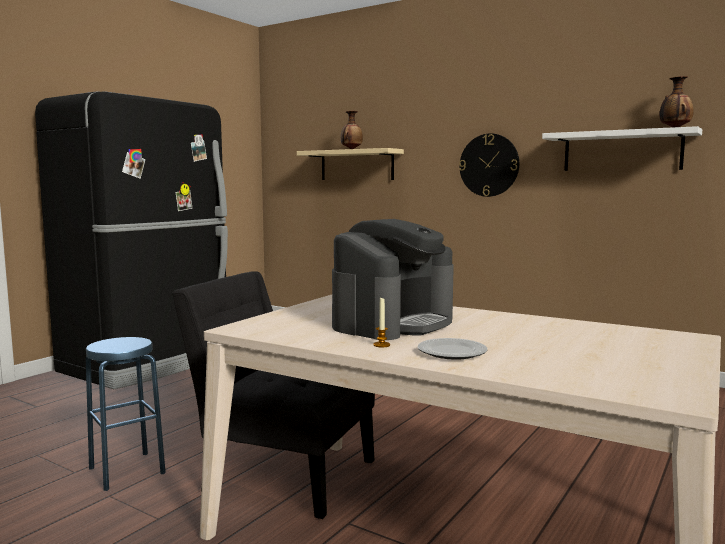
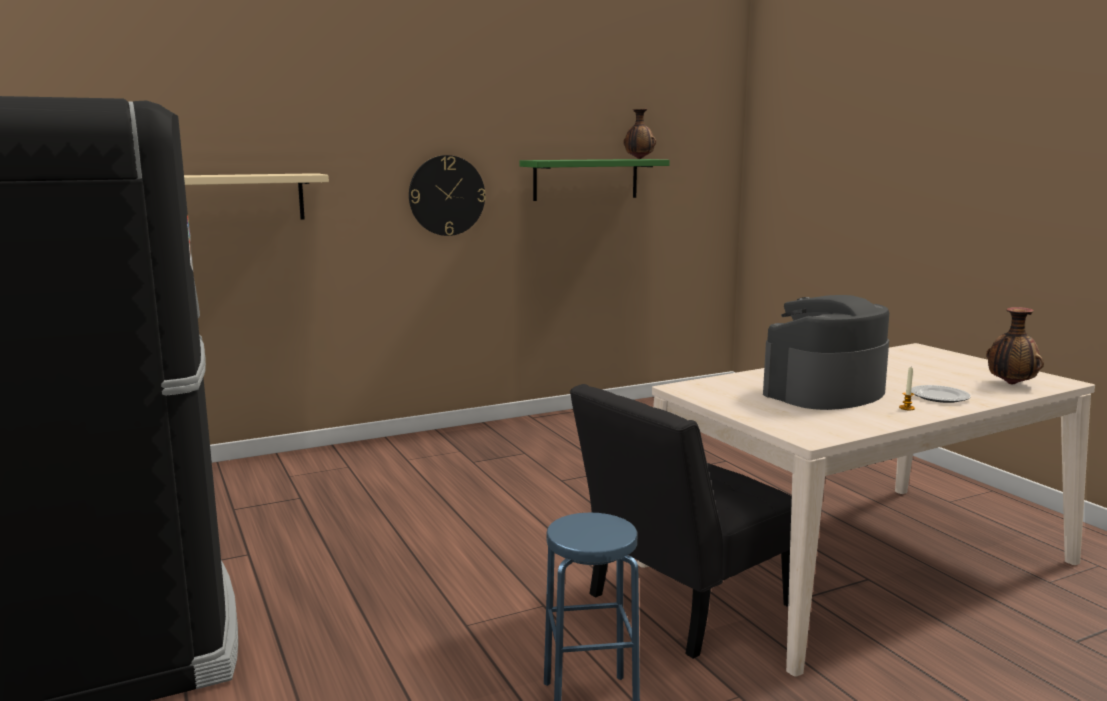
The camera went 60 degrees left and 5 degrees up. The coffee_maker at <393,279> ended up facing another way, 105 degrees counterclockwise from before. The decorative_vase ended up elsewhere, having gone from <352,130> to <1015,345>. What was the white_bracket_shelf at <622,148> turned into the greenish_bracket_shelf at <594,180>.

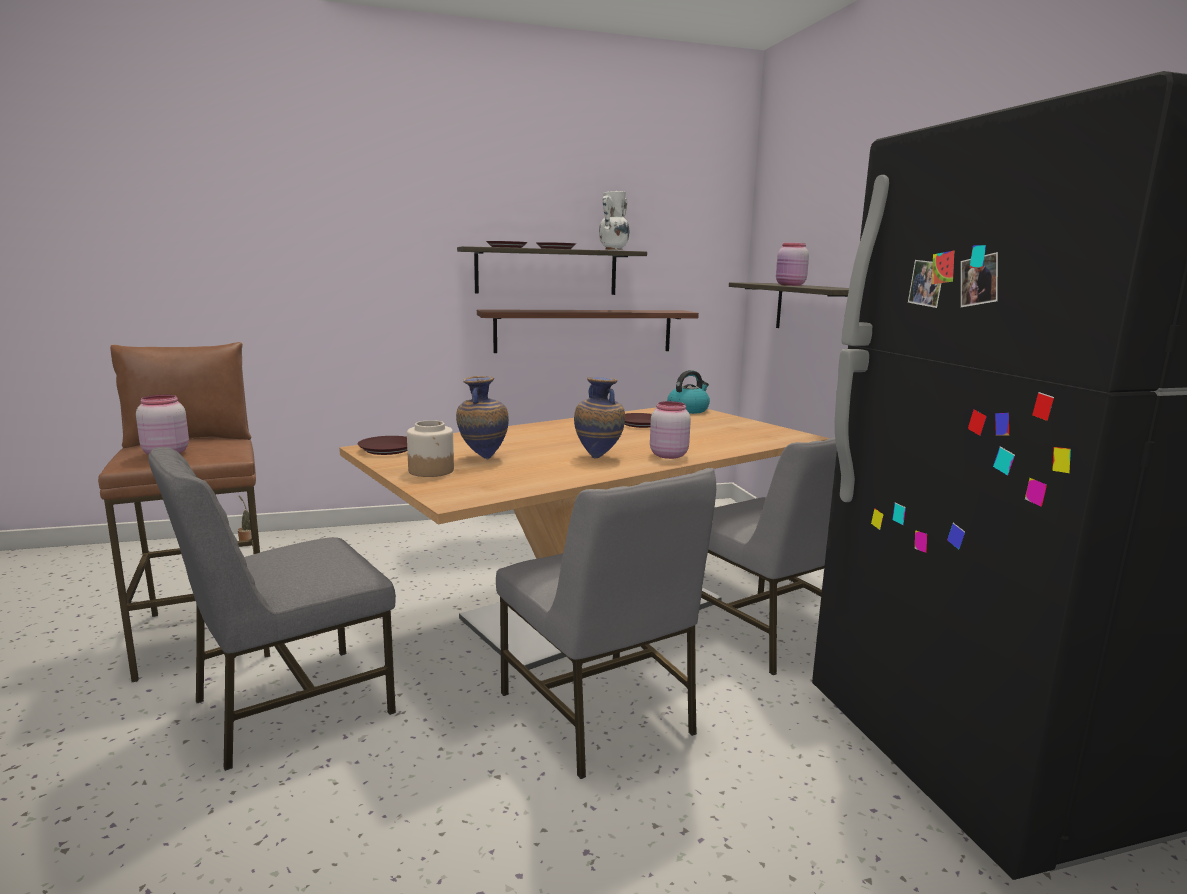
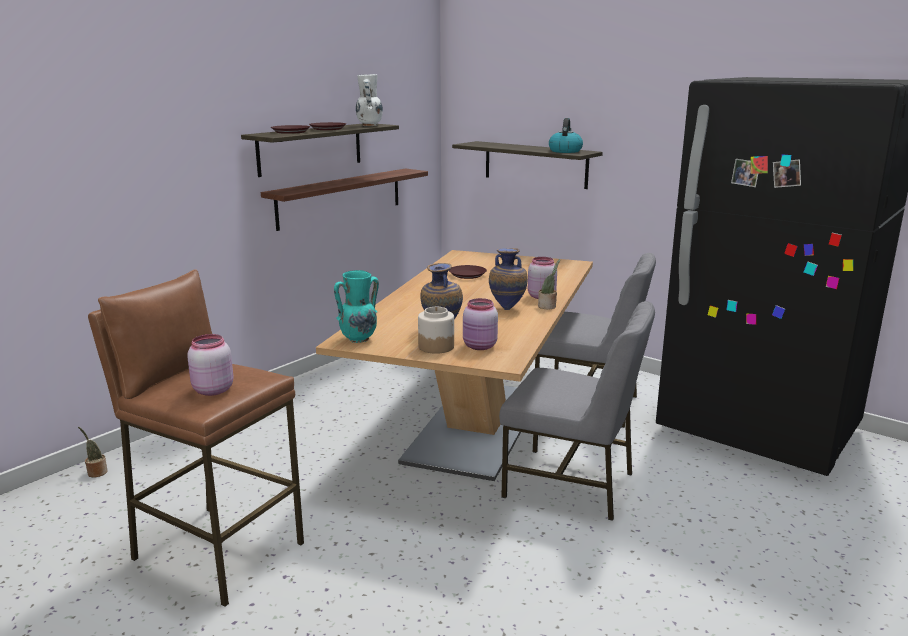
The camera went 35 degrees left and 5 degrees up. The second view lost the grey_plain_chair at <272,609>. Where the brown_plate stood at <382,445>, the turquoise-coloured_decorative_vase came to stand at <356,306>. The tea_kettle ended up elsewhere, having gone from <688,392> to <566,135>. The pink_preserve_jar ended up elsewhere, having gone from <792,264> to <480,324>. The second view gained the houseplant at <549,284>.

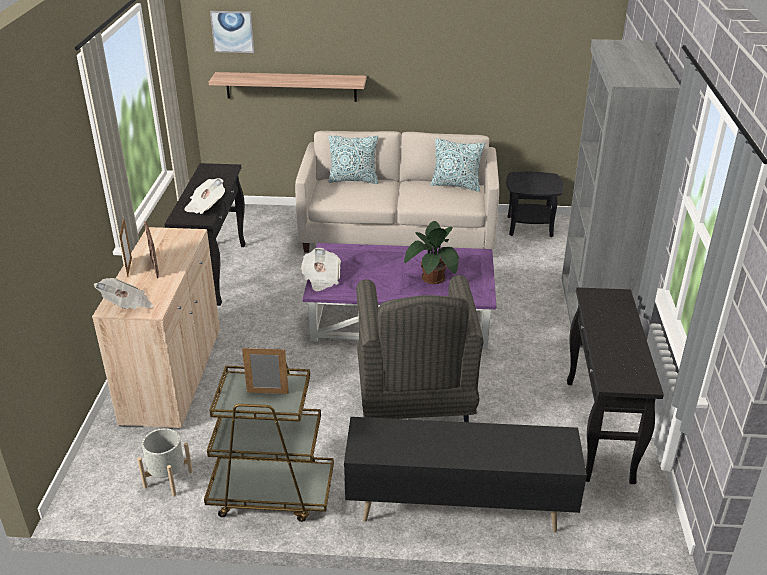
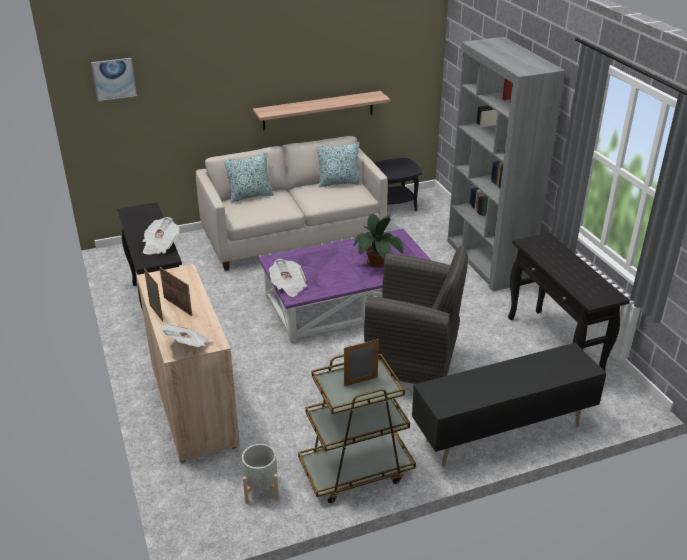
The camera went 25 degrees left and 0 degrees up. The bracket_shelf ended up elsewhere, having gone from <288,87> to <321,111>. The grey_easy_chair at <419,348> ended up facing another way, 45 degrees counterclockwise from before.

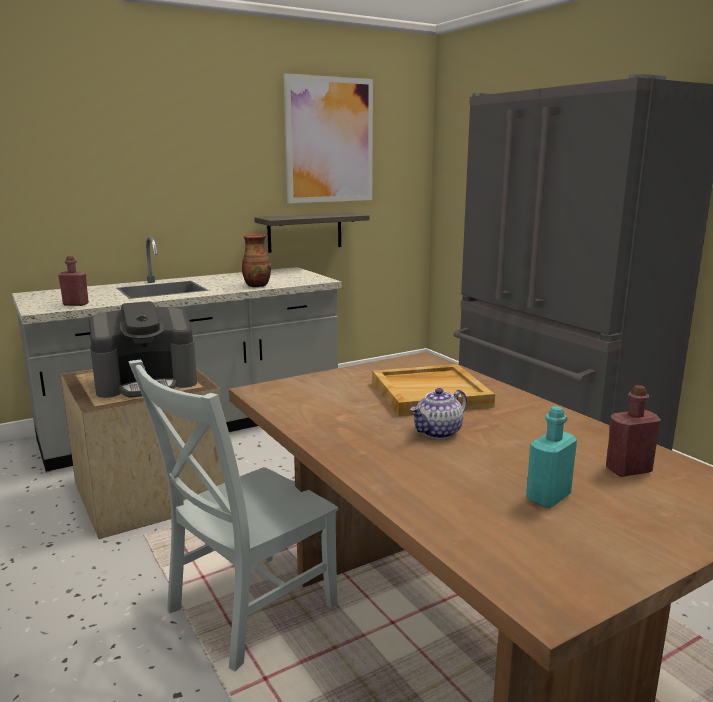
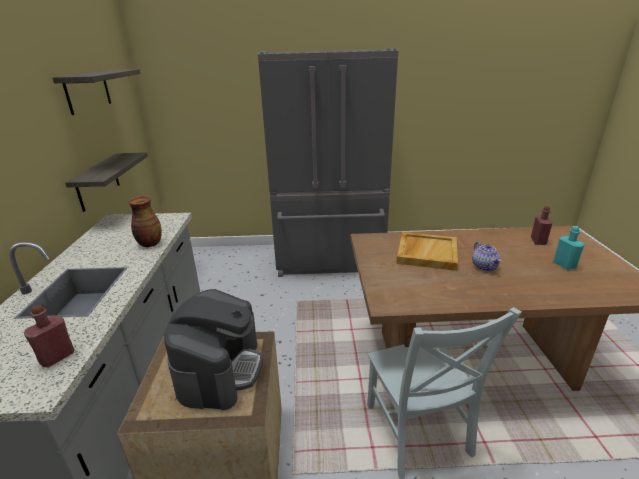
The camera went 60 degrees left and 10 degrees up. Where the wall_picture hung at <328,138>, the bracket_shelf came to hang at <96,92>.

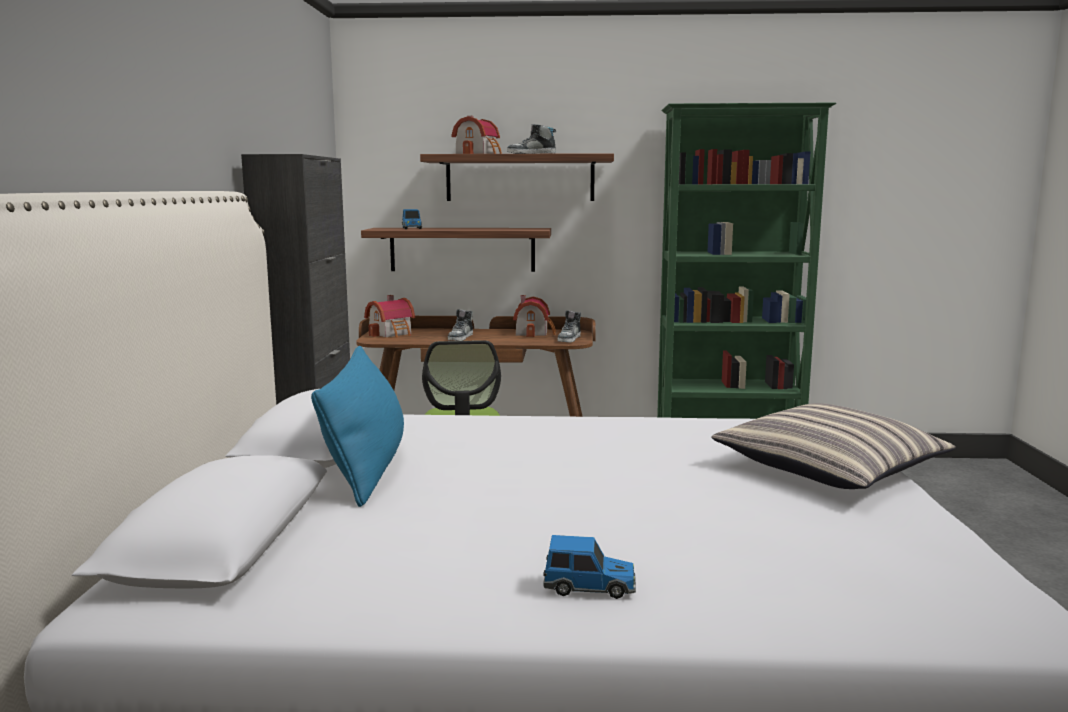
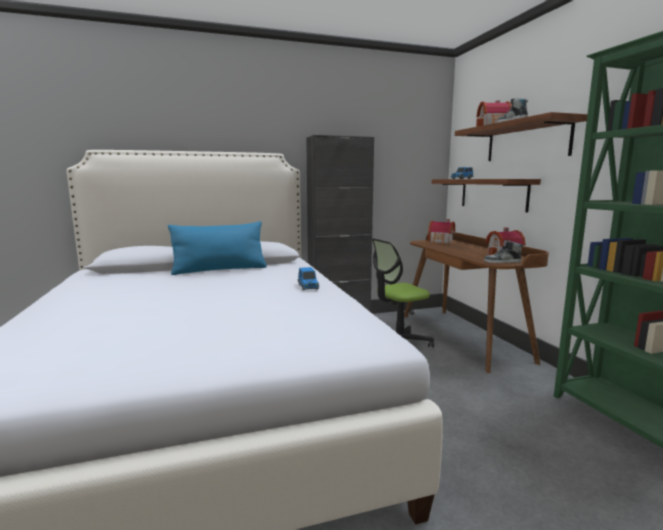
The camera went 70 degrees right and 0 degrees up. The second view lost the shoe at <460,325>. The toy_car ended up elsewhere, having gone from <589,567> to <308,278>. The second view lost the pillow at <833,446>.

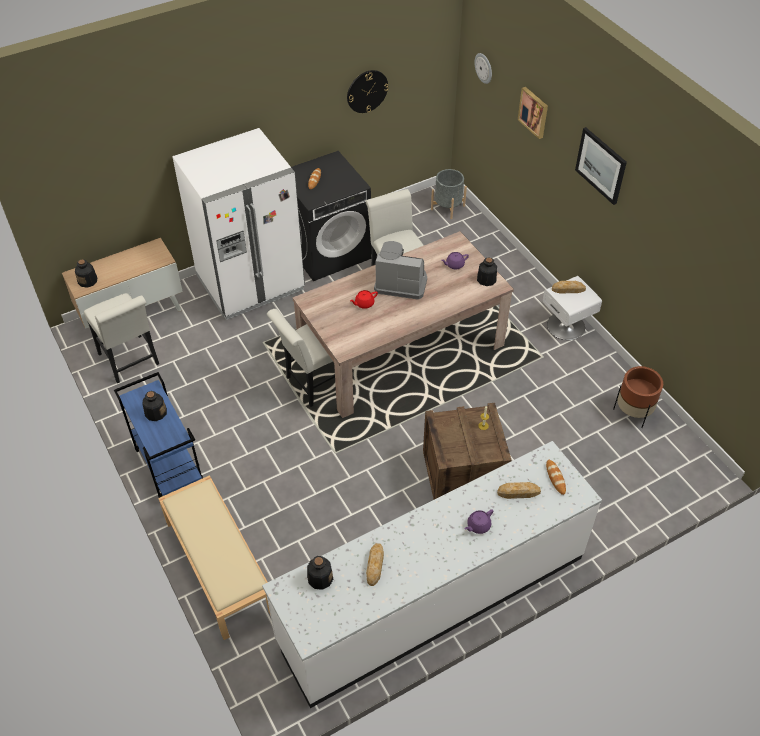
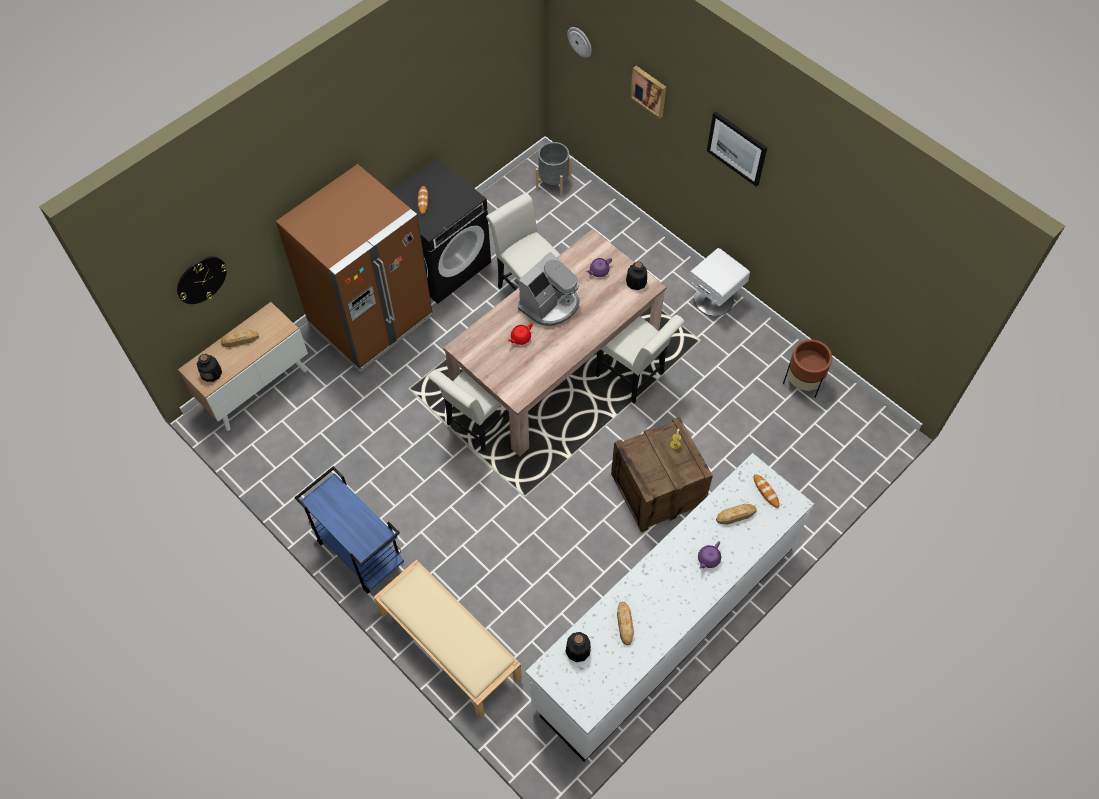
The camera went 15 degrees left and 10 degrees up. The white_plain_chair ended up elsewhere, having gone from <121,338> to <640,359>. The second view lost the drink_bottle at <155,406>. What was the white_kitchen_fridge at <238,224> turned into the brown_kitchen_fridge at <354,268>. The hanging_clock ended up elsewhere, having gone from <368,91> to <202,280>. The coffee_maker at <400,270> ended up facing another way, 135 degrees clockwise from before. The bakery_bread ended up elsewhere, having gone from <569,287> to <240,338>.

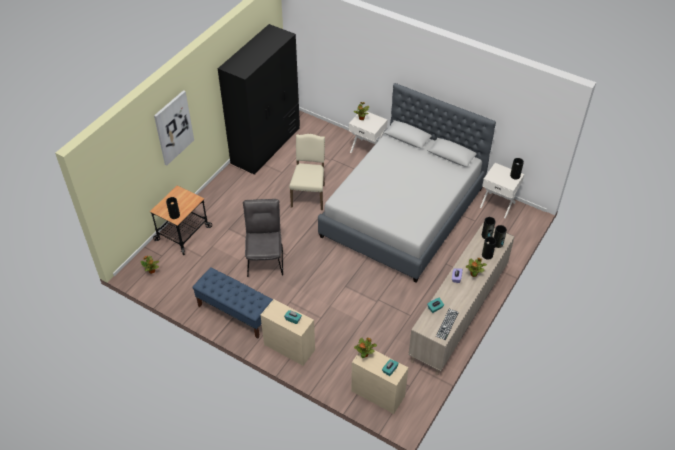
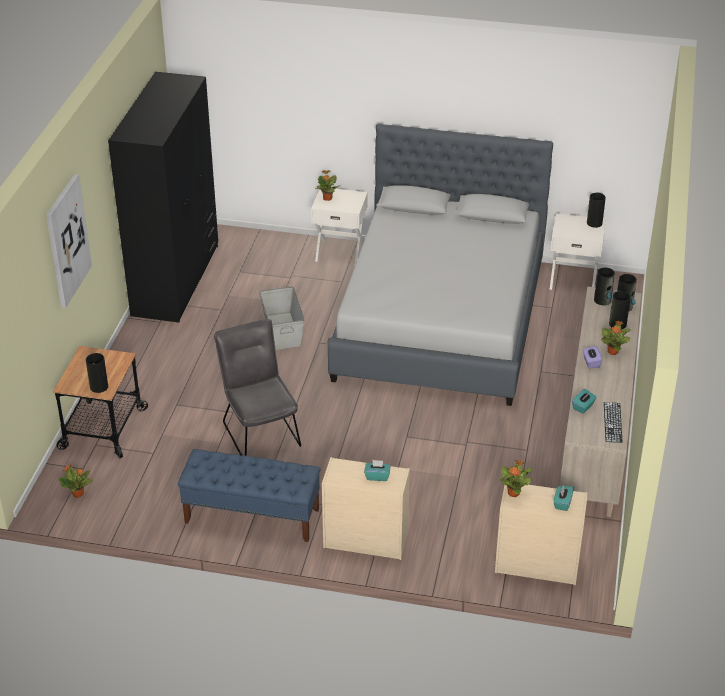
The camera went 20 degrees left and 10 degrees down. Where the beige-coloured_plain_chair stood at <307,172>, the grey_storage_bin came to stand at <282,318>.

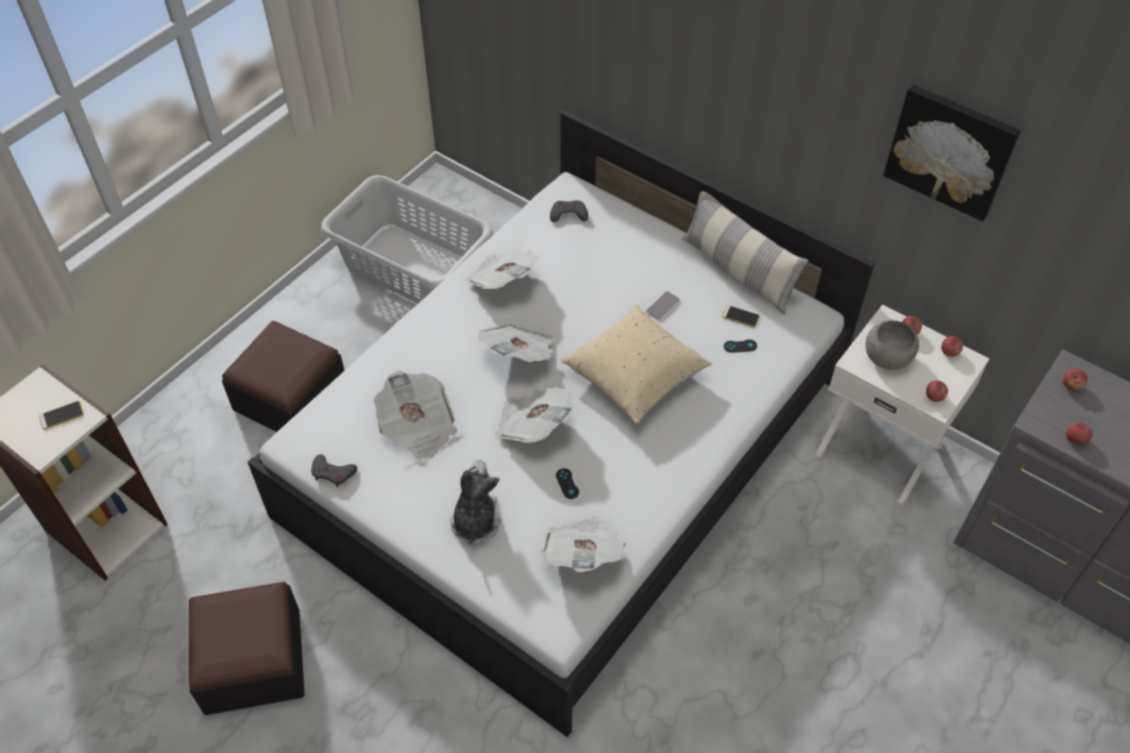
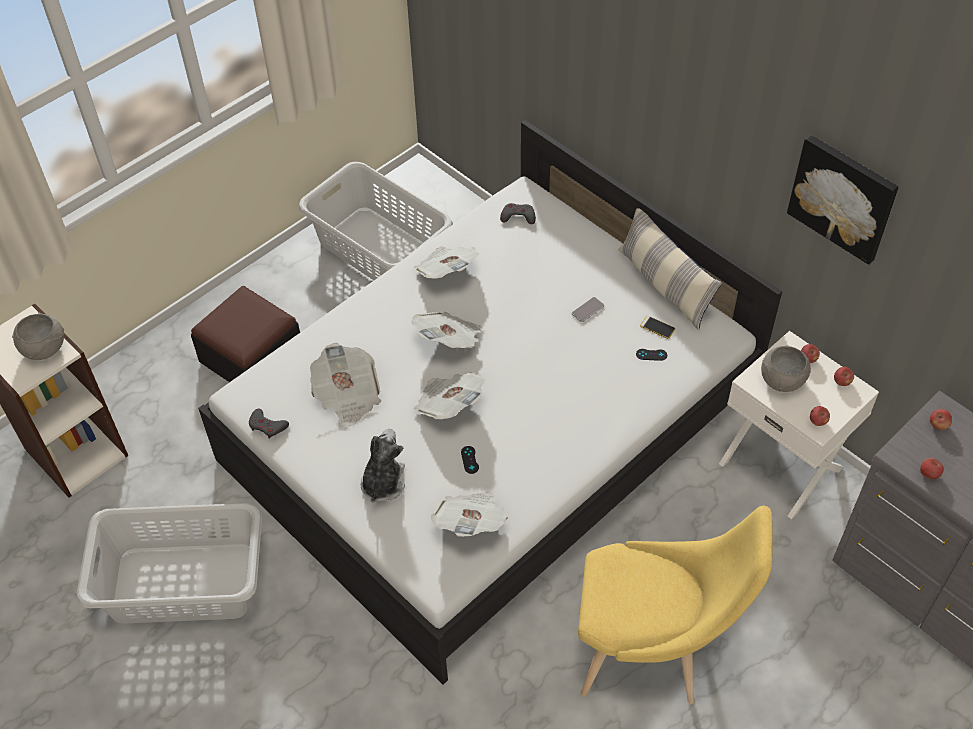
The camera went 10 degrees right and 0 degrees up. Where the handset stood at <61,415>, the grey_deep_dish came to stand at <38,336>. Where the footrest stood at <247,648>, the grey_washing_basket came to stand at <169,563>. The second view lost the beige-coloured_pillow at <636,364>. The second view gained the yellow-coloured_plain_chair at <675,605>.

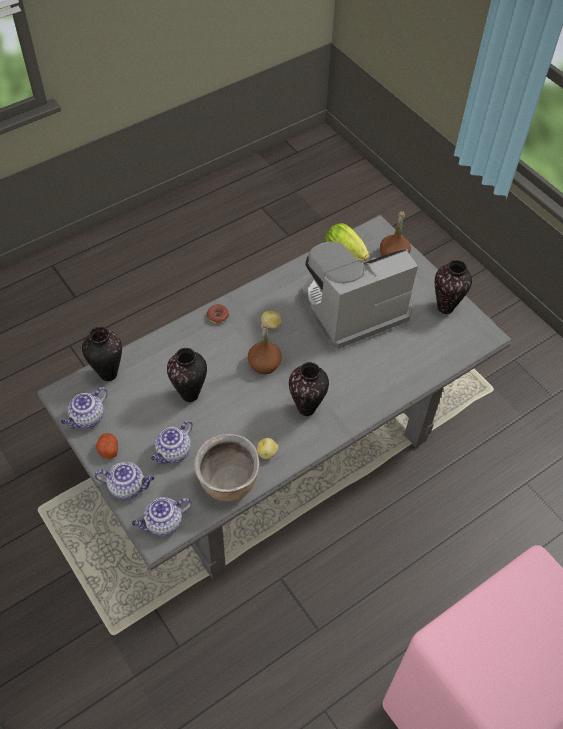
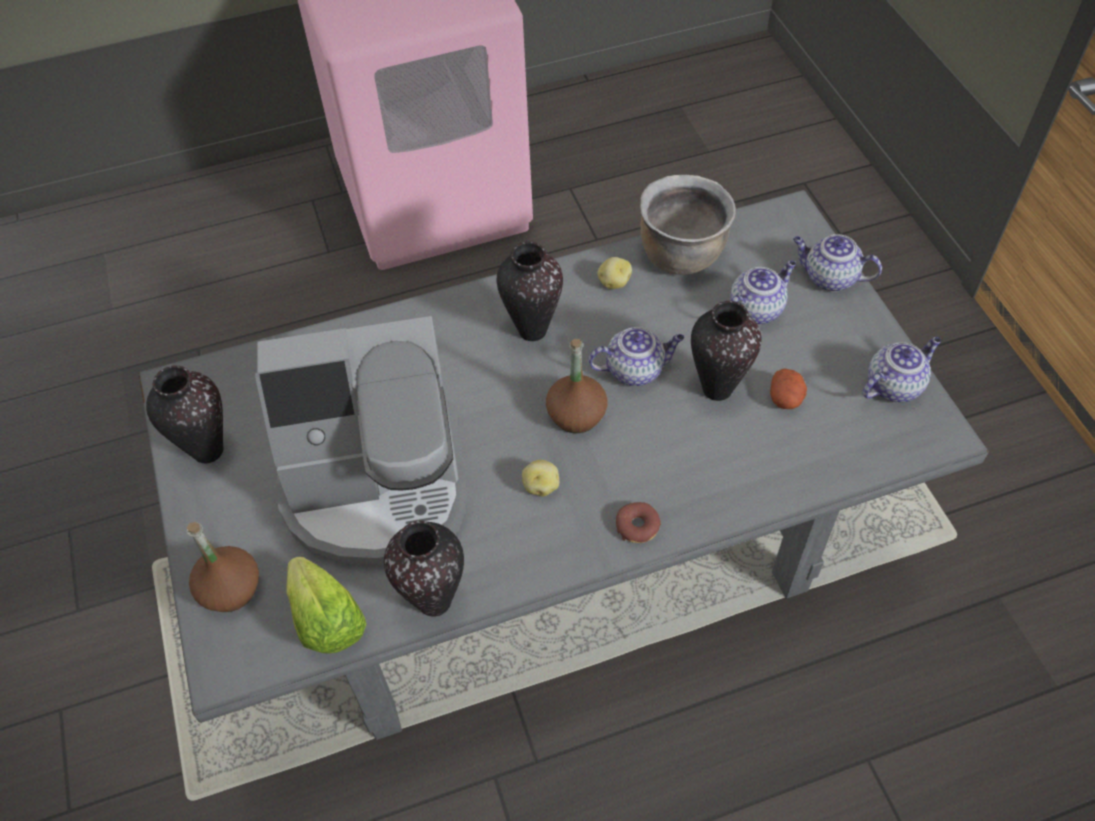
The camera went 160 degrees left and 0 degrees up. The decorative_vase ended up elsewhere, having gone from <102,354> to <424,569>. The whole_potato ended up elsewhere, having gone from <107,446> to <788,389>. The tea_pot ended up elsewhere, having gone from <162,516> to <636,356>.

